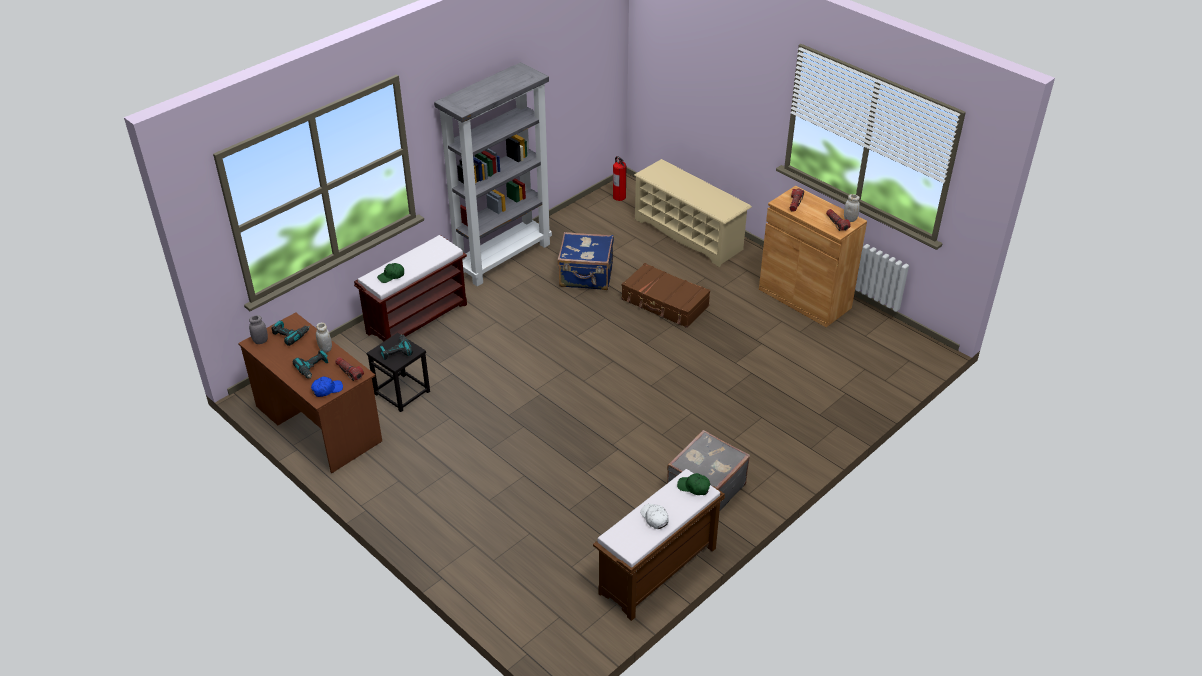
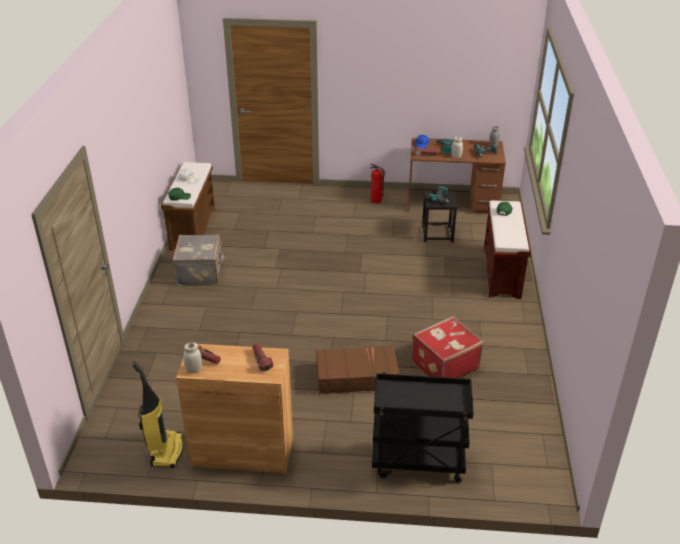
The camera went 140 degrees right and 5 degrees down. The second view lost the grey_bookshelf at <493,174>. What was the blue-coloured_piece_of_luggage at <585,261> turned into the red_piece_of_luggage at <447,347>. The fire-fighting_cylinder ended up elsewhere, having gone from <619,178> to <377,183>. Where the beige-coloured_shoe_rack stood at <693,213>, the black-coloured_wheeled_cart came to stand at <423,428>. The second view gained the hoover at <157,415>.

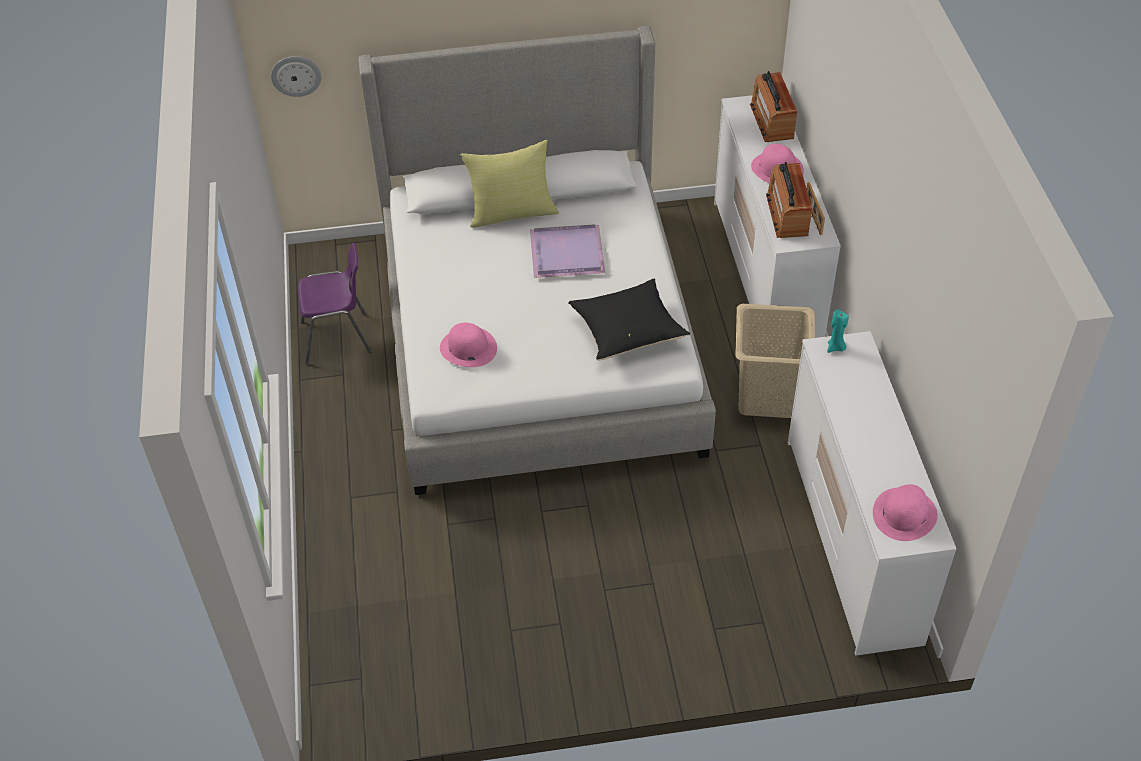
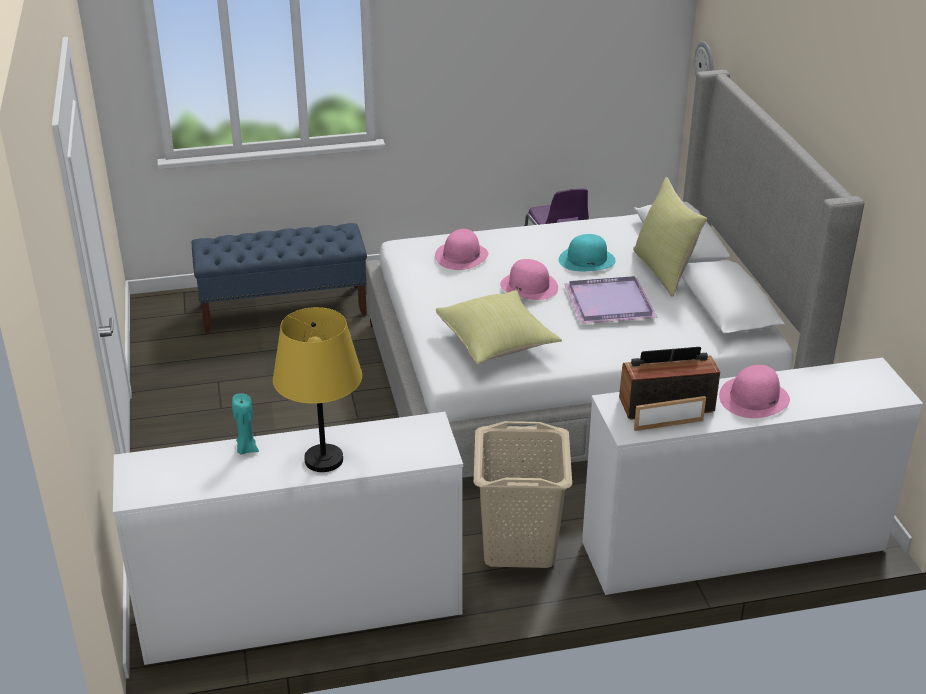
The camera went 85 degrees right and 15 degrees down. What was the black-coloured_pillow at <629,319> turned into the yellow-coloured_pillow at <499,327>. The second view lost the radio_set at <773,106>. The turquoise-coloured_candle ended up elsewhere, having gone from <838,331> to <245,424>. The pink_hat ended up elsewhere, having gone from <905,512> to <529,279>. The second view gained the blue-coloured_bench at <279,278>. The second view gained the yellow-coloured_tabletop_lamp at <317,389>. The second view gained the turquoise-coloured_hat at <587,252>.

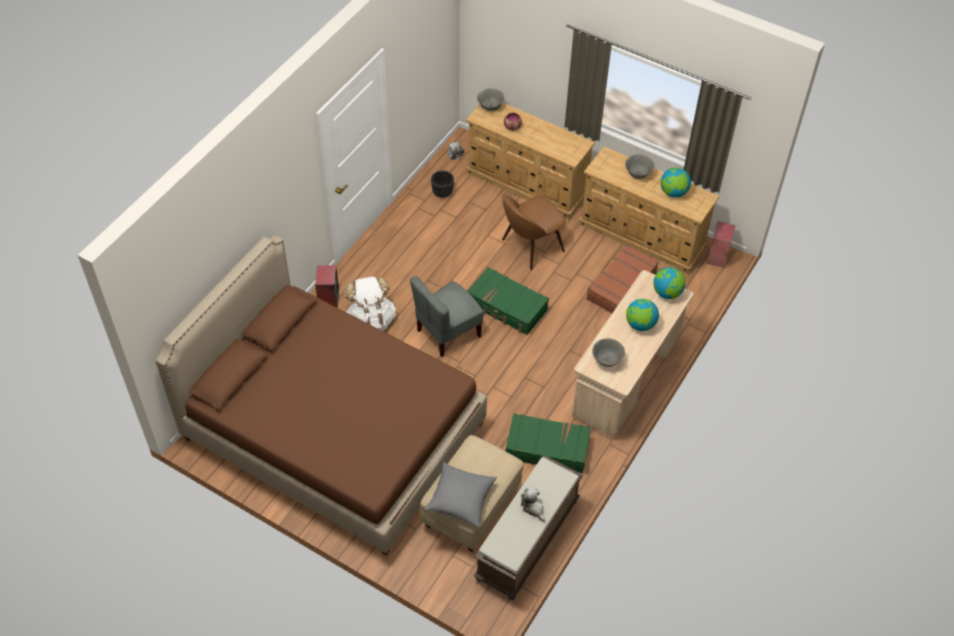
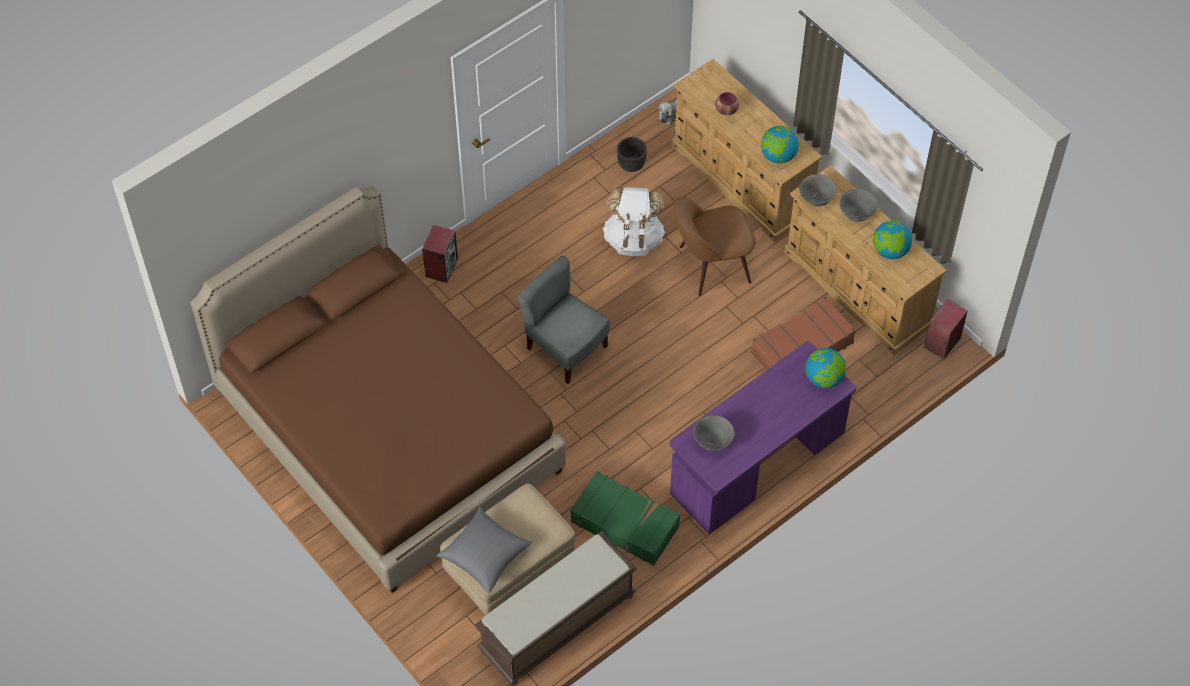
The camera went 20 degrees right and 5 degrees up. The white_knapsack ended up elsewhere, having gone from <370,303> to <634,221>. The grey_plain_chair at <446,316> ended up facing another way, 60 degrees clockwise from before. The second view lost the greenish_piece_of_luggage at <508,301>. The grey_deep_dish ended up elsewhere, having gone from <490,99> to <818,190>. The second view lost the plush_toy at <533,505>. What was the beige-coloured_desk_unit at <633,354> turned into the purple-coloured_desk_unit at <763,437>. The globe ended up elsewhere, having gone from <642,315> to <780,145>.

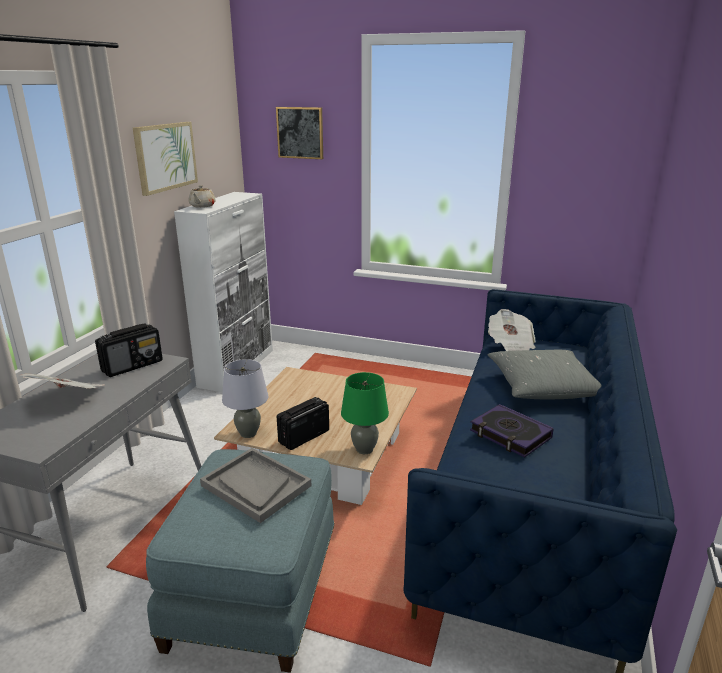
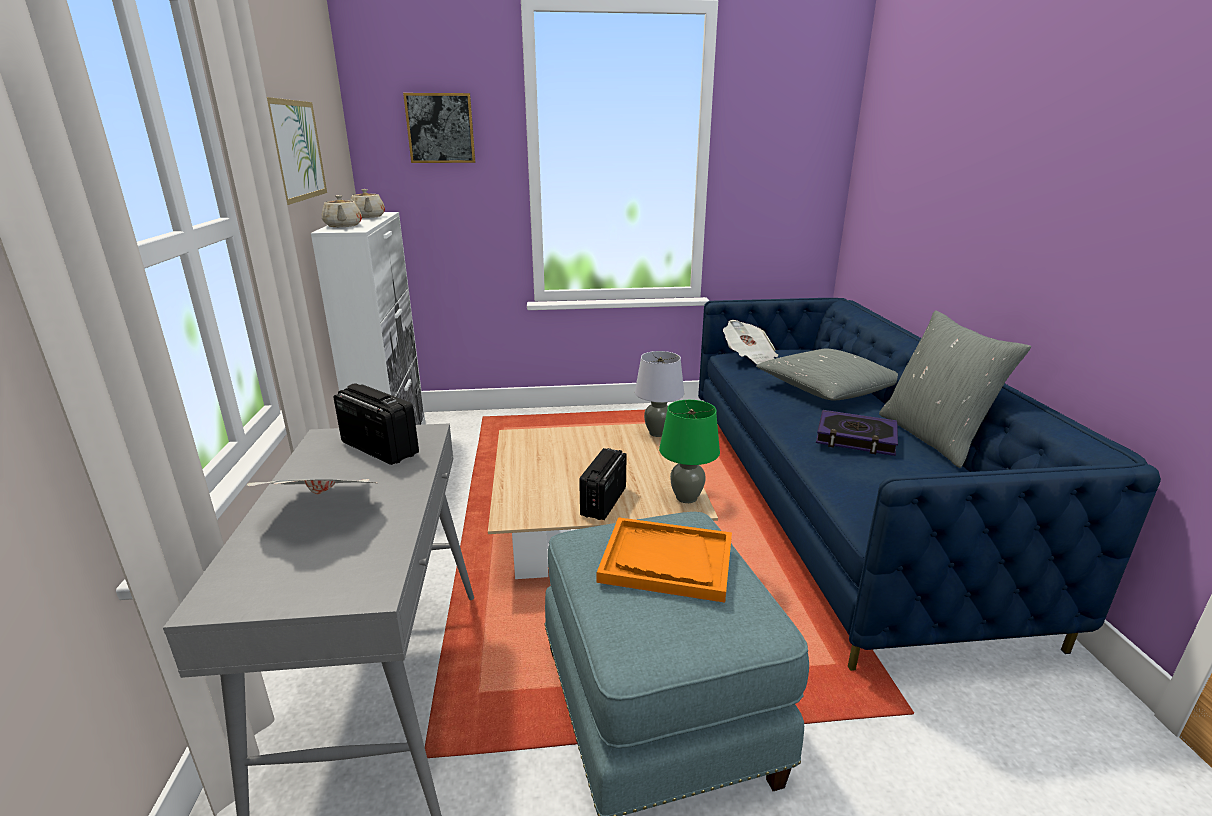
The camera went 25 degrees left and 0 degrees up. The radio_set at <129,350> ended up facing another way, 75 degrees counterclockwise from before. What was the grey_serving_tray at <255,485> turned into the orangey_serving_tray at <664,560>. The grey_tabletop_lamp ended up elsewhere, having gone from <245,398> to <659,394>. The second view gained the beige-coloured_tea_pot at <367,203>. The second view gained the grey_pillow at <955,389>.

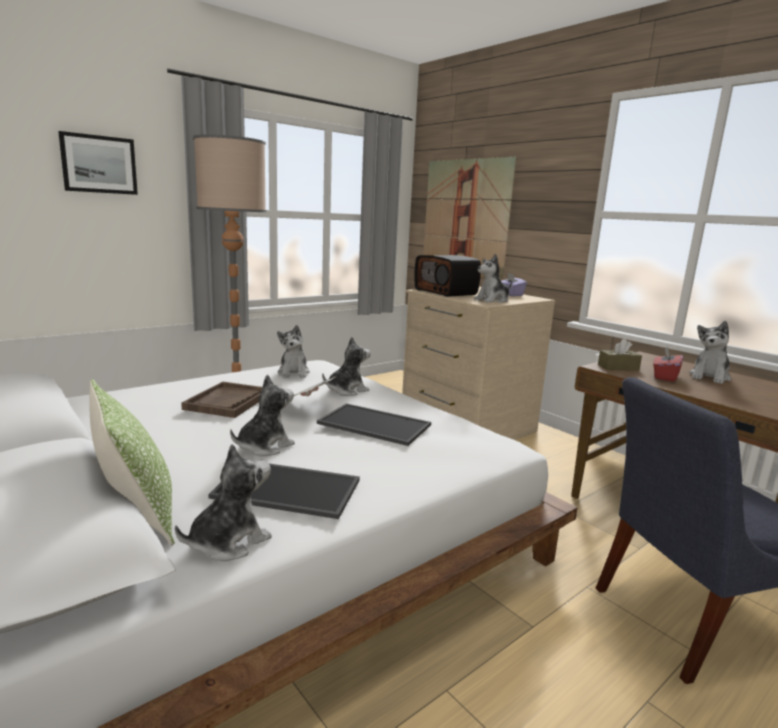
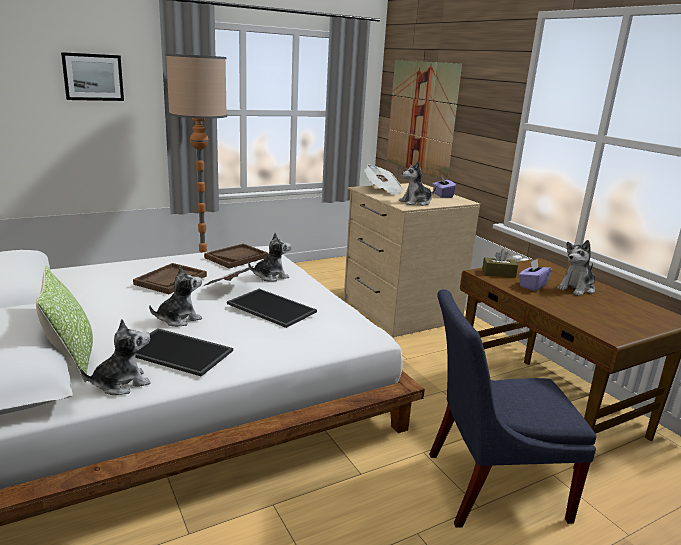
The camera went 10 degrees right and 5 degrees up. Where the plush_toy stood at <293,351>, the brown_serving_tray came to stand at <236,256>. Where the radio_set stood at <447,276>, the newspaper came to stand at <383,180>. What was the red_tissue_holder at <668,364> turned into the purple-coloured_tissue_holder at <535,275>.

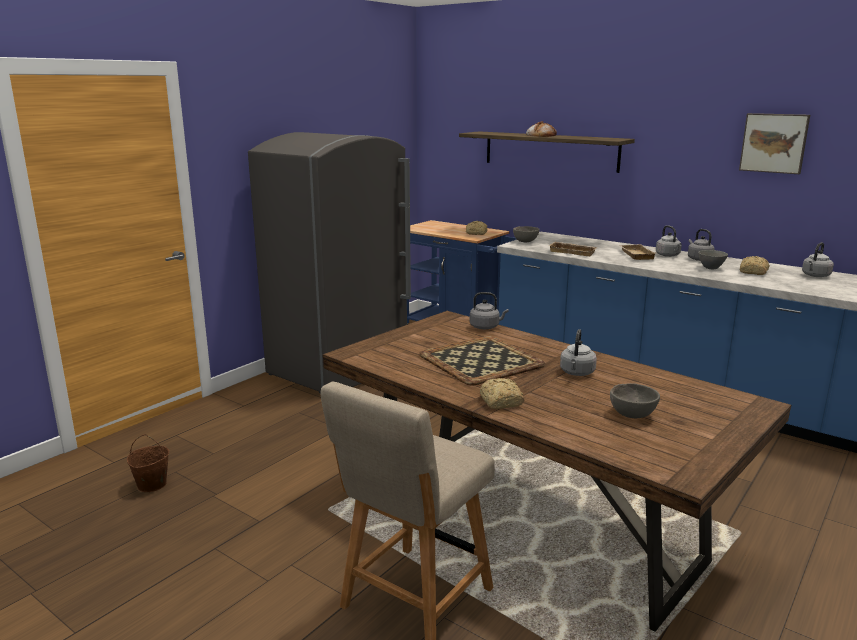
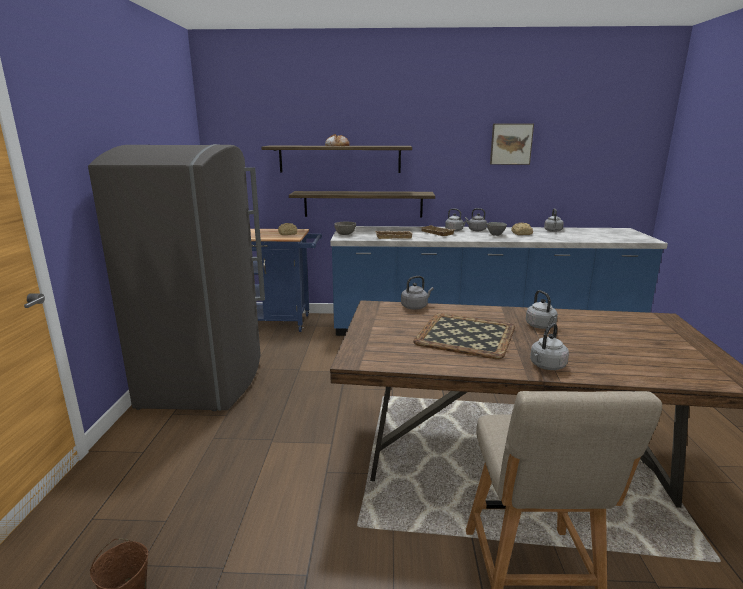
The camera went 35 degrees left and 0 degrees up. Where the bakery_bread stood at <502,393>, the grey_tea_kettle came to stand at <549,346>. The second view lost the grey_deep_dish at <635,400>. The second view gained the bracket_shelf at <362,204>.

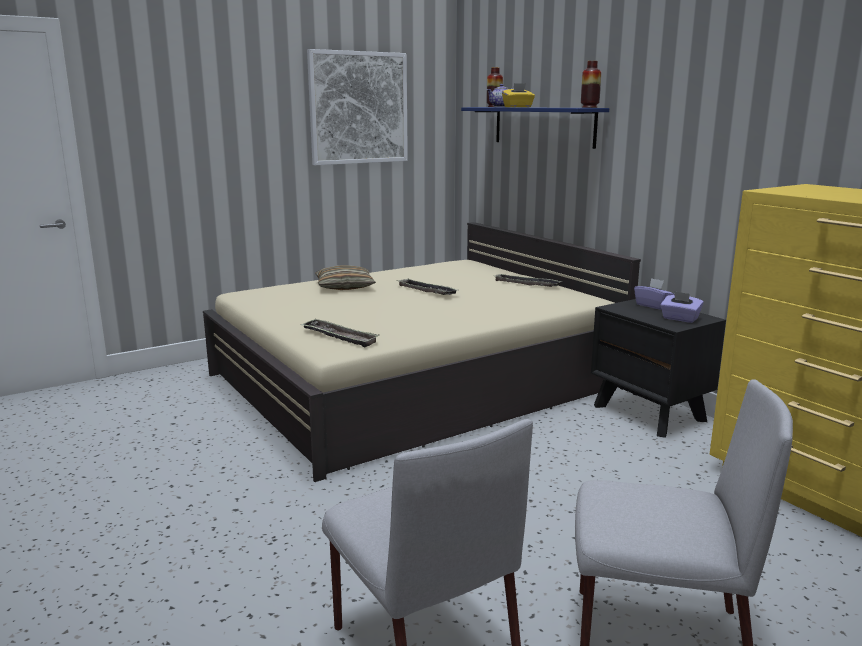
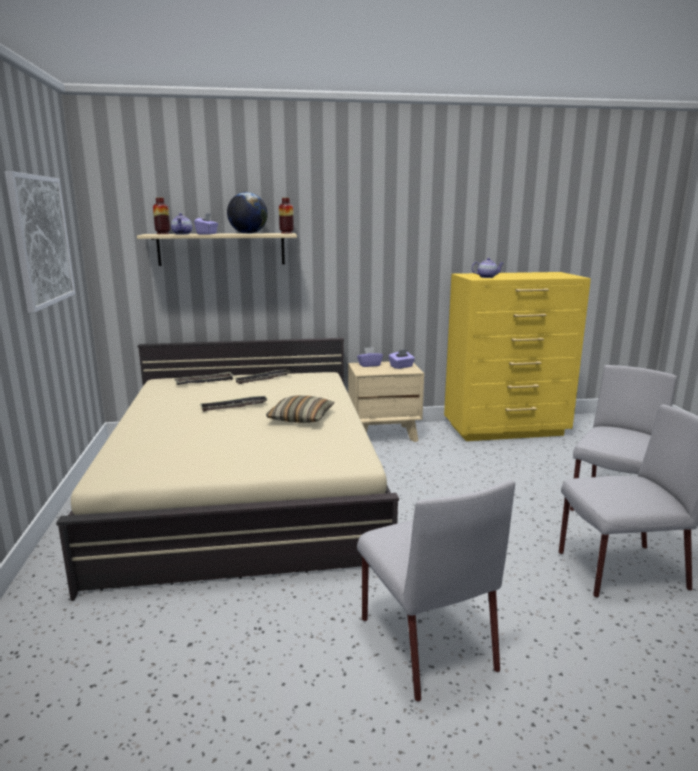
The camera went 65 degrees left and 0 degrees up. The serving_tray ended up elsewhere, having gone from <339,333> to <204,378>. The pillow ended up elsewhere, having gone from <345,277> to <300,409>. What was the blue-coloured_bracket_shelf at <535,128> turned into the beige-coloured_bracket_shelf at <217,249>. What was the yellow-coloured_tissue_holder at <518,95> turned into the purple-coloured_tissue_holder at <206,223>. What was the black-coloured_bedside_table at <658,368> turned into the beige-coloured_bedside_table at <386,401>. The second view gained the globe at <247,213>. The second view gained the grey_plain_chair at <436,591>. The second view gained the tea_pot at <487,268>.

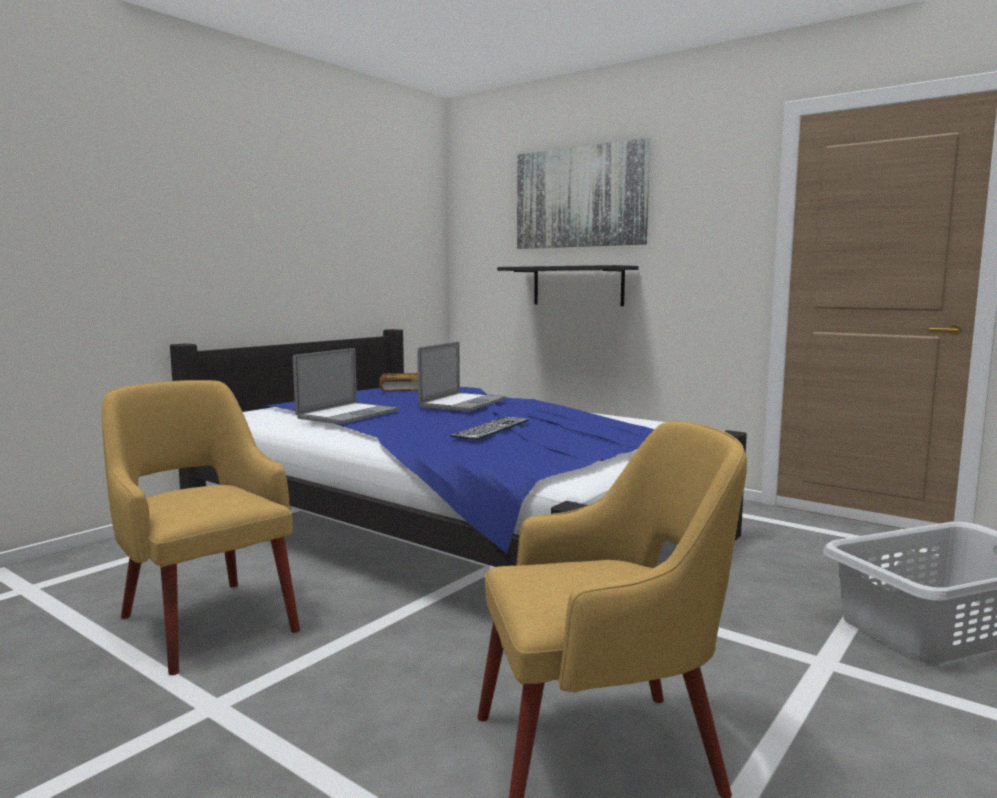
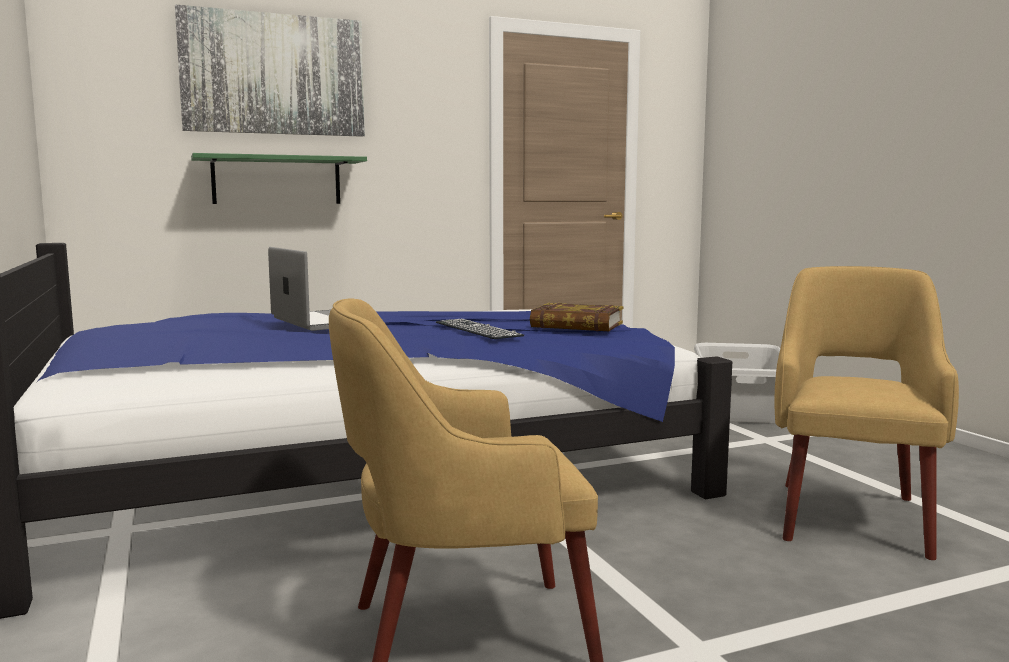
The camera went 60 degrees left and 0 degrees up. The second view lost the notebook_computer at <346,386>. The volume ended up elsewhere, having gone from <398,382> to <577,317>. What was the black-coloured_bracket_shelf at <568,285> turned into the greenish_bracket_shelf at <279,178>.

